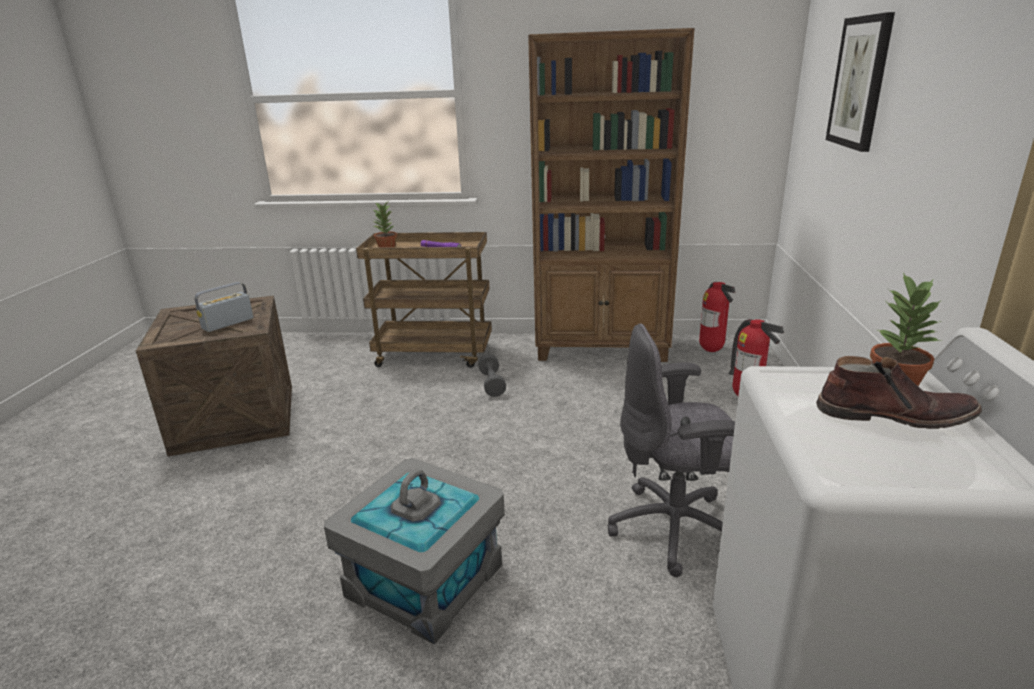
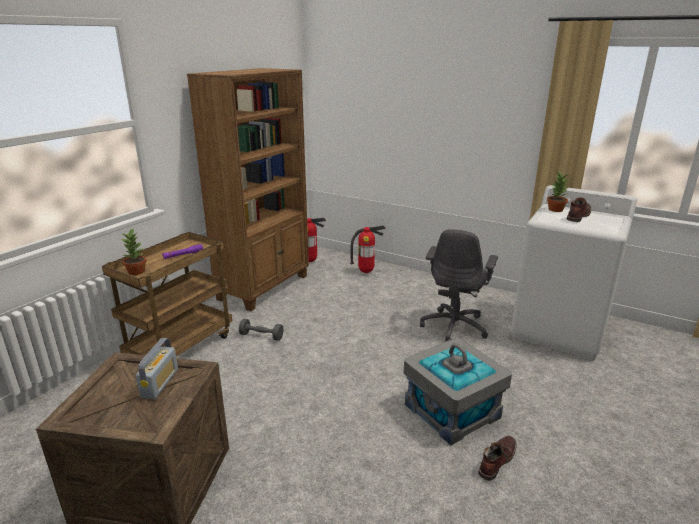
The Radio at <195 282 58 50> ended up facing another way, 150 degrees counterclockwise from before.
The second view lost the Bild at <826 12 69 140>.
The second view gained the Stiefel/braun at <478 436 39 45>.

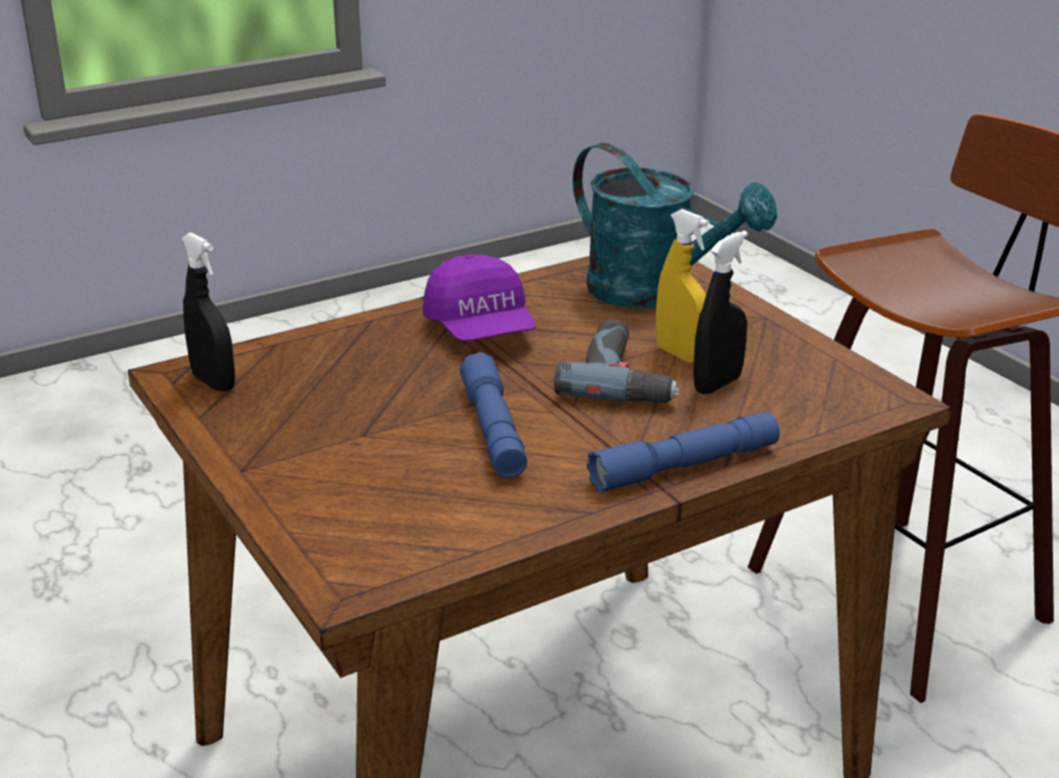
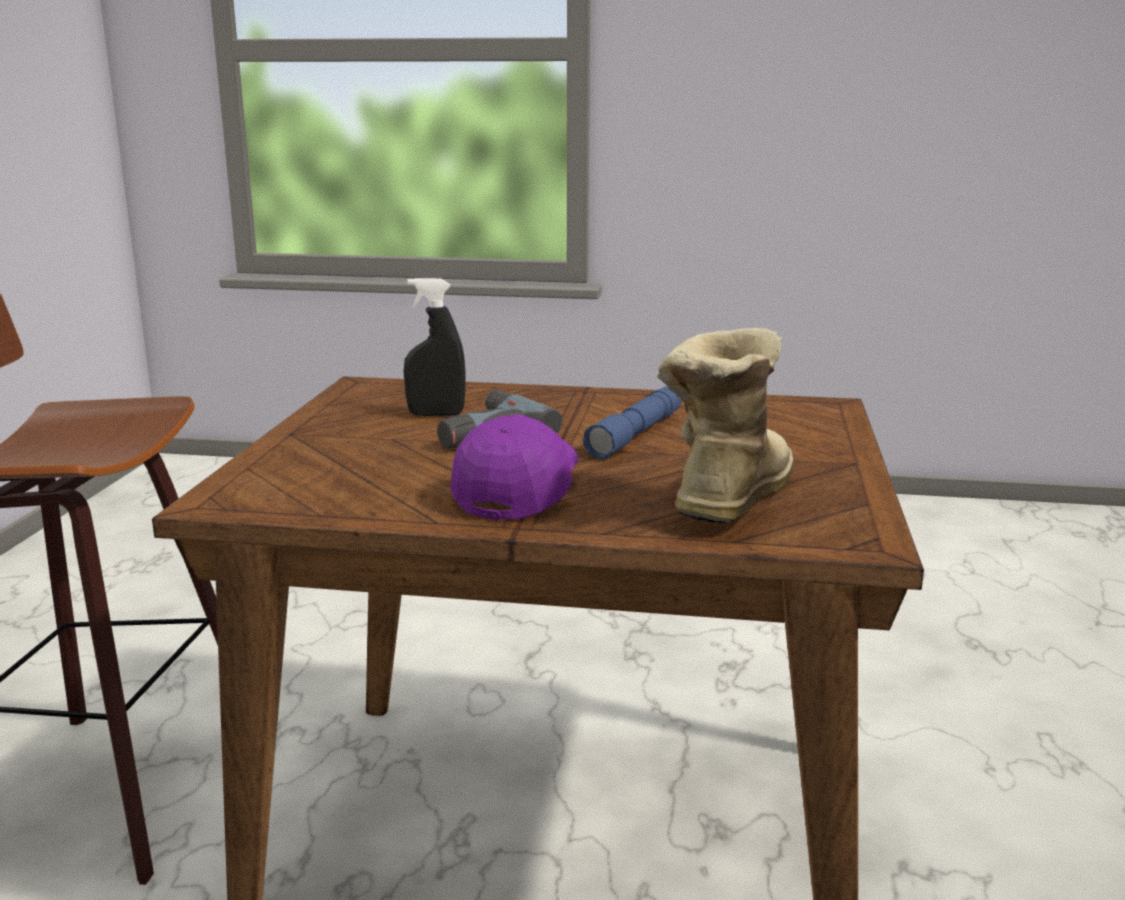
The second view lost the Sprühflasche/schwarz at <181 232 54 160>.
The second view lost the Gießkanne/türkis at <573 143 204 166>.
The second view lost the Taschenlampe/blau at <586 412 194 80>.
The second view lost the Sprühflasche/gelb at <656 209 54 154>.
The second view gained the Stiefel at <657 328 136 195>.

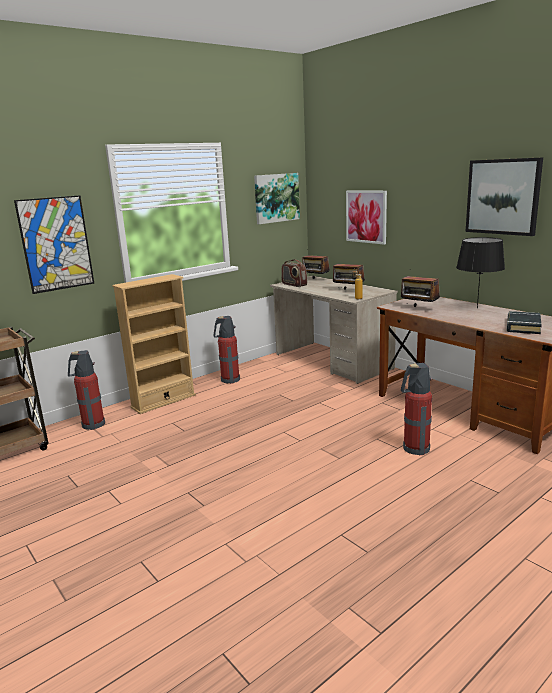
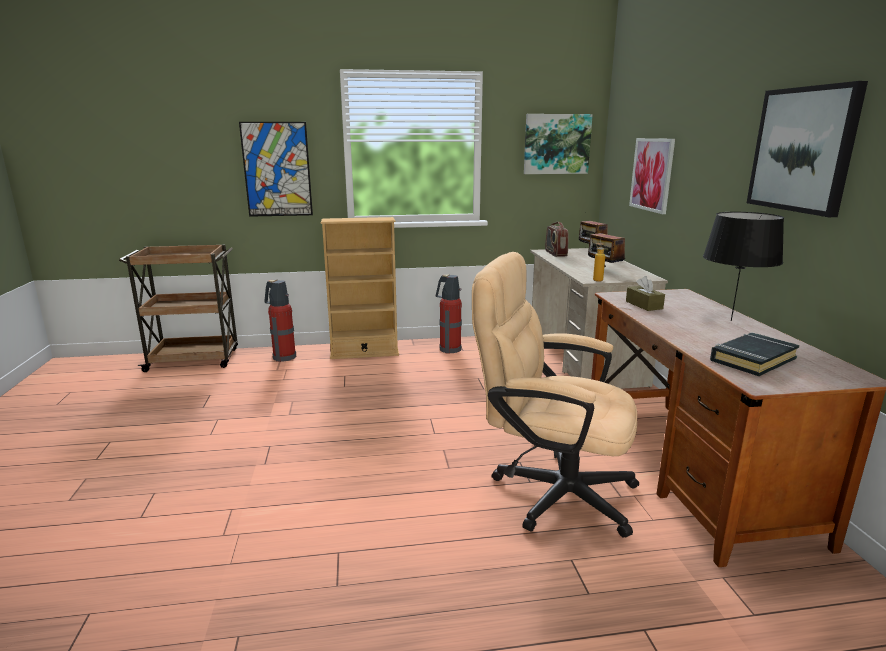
Where the Radio stood at <401 276 39 31>, the Taschentuchbox/braun came to stand at <626 276 39 35>.
Where the Feuerlöscher stood at <401 363 31 93>, the Bürostuhl/beige came to stand at <472 252 167 286>.

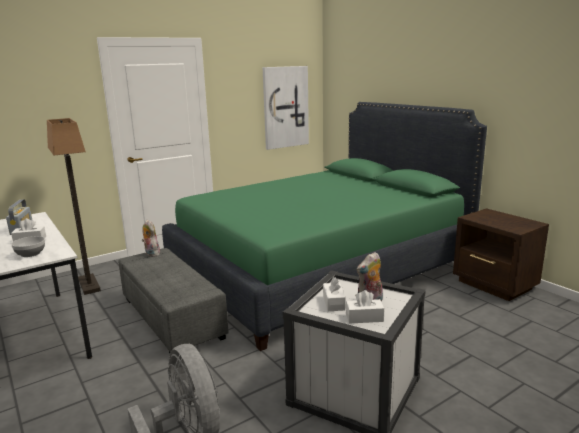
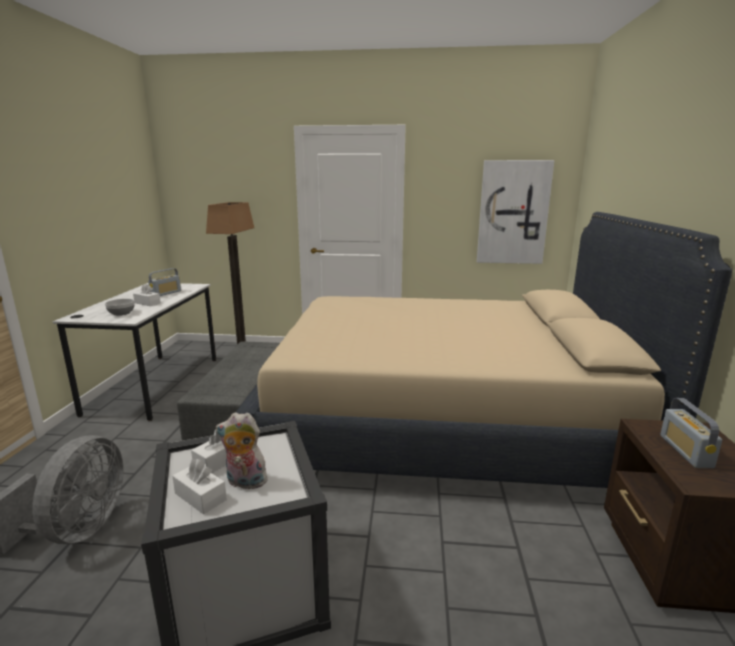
The second view lost the Plüschtier at <142 220 18 37>.
What was the Bett/grün at <162 102 325 249> turned into the Bett/beige at <236 212 496 276>.
The second view gained the Radio at <660 398 62 70>.

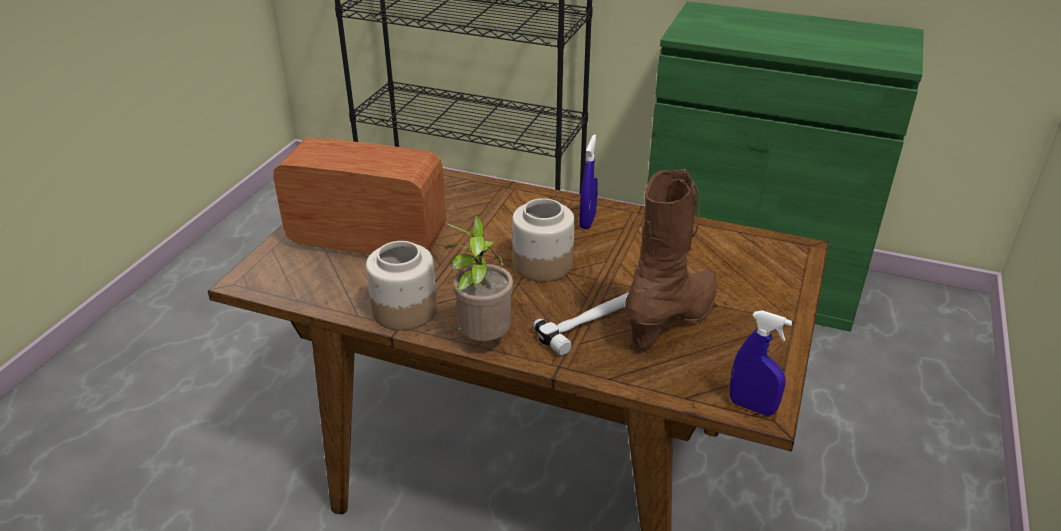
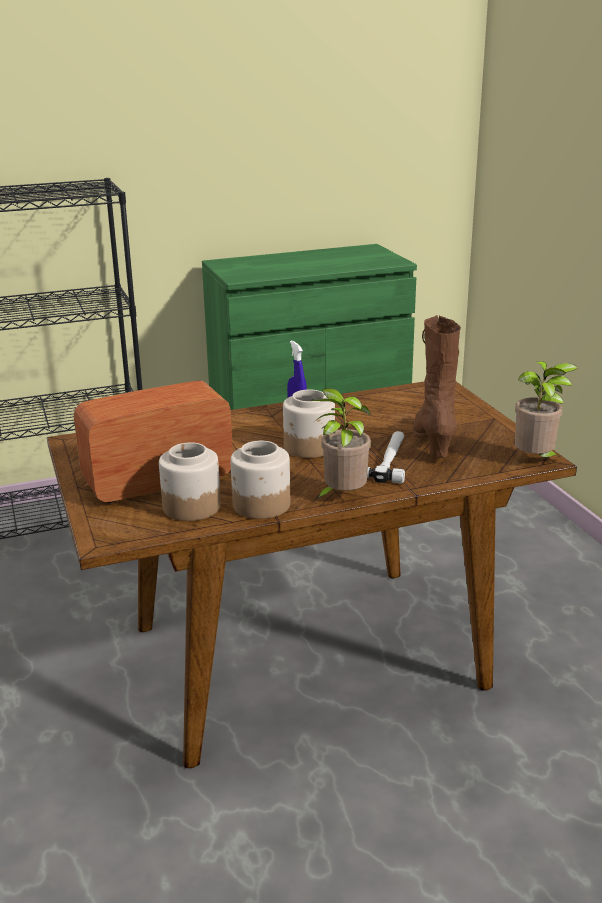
Where the Sprühflasche/blau stood at <730 310 62 106>, the Topfpflanze came to stand at <515 361 64 99>.
The second view gained the Vorratsglas at <159 442 62 79>.

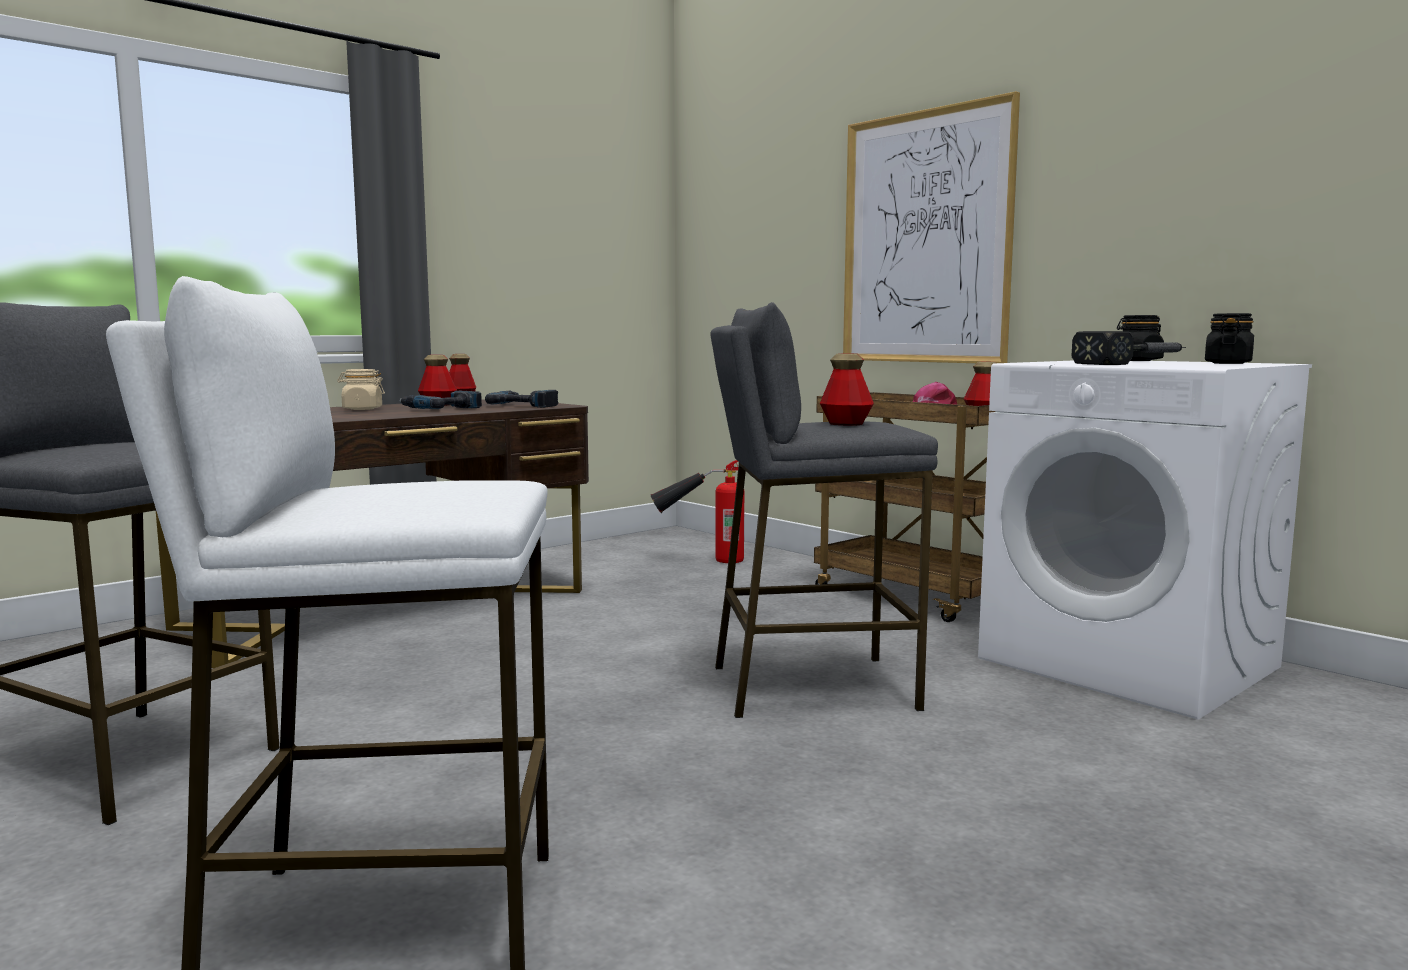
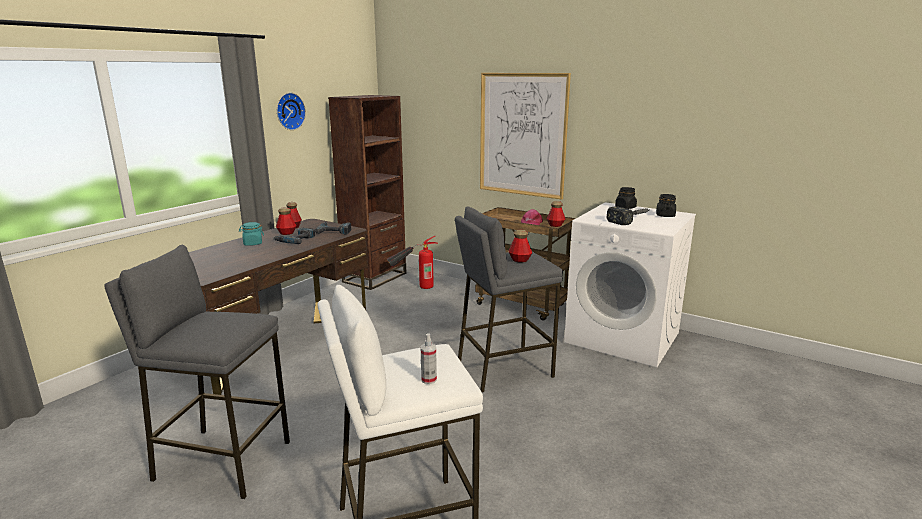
What was the Vorratsglas/beige at <337 369 48 41> turned into the Vorratsglas/türkis at <239 222 25 24>.
The second view gained the Wanduhr at <277 93 29 37>.
The second view gained the Bücherregal/braun at <328 95 78 195>.
The second view gained the Sprühflasche at <421 333 16 51>.

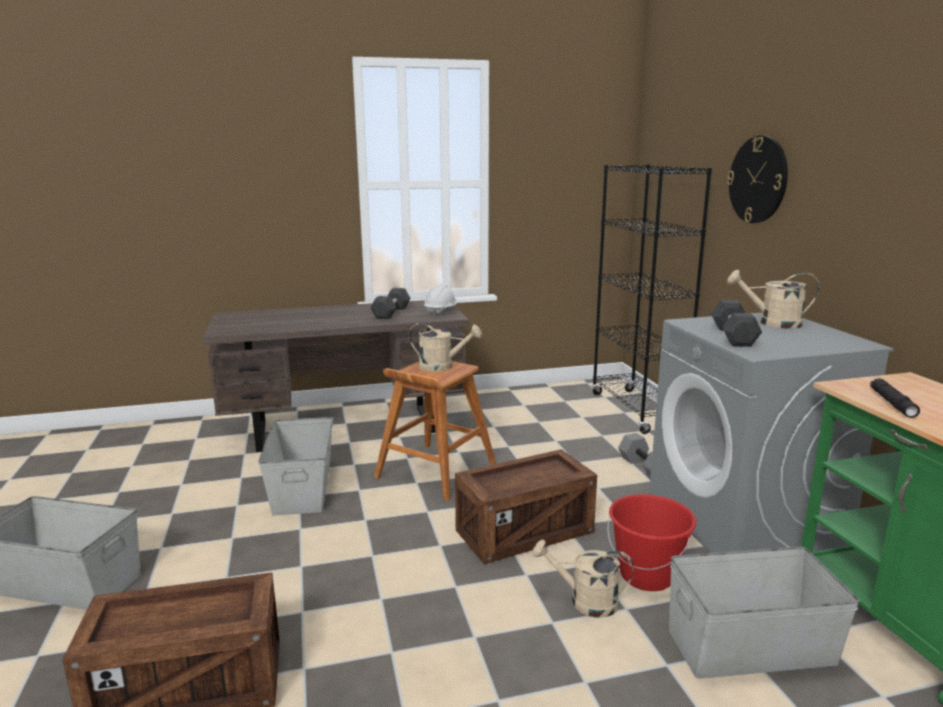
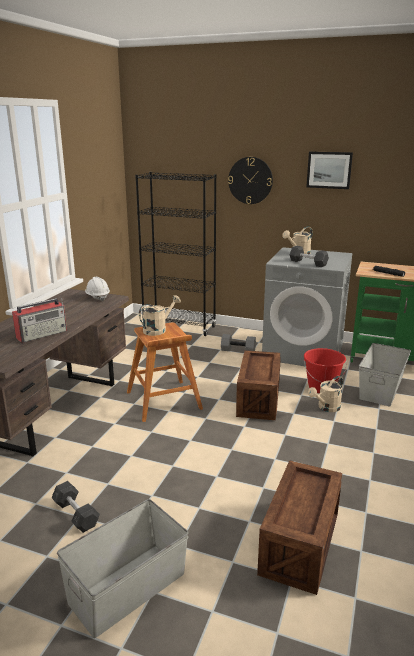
The second view lost the Aufbewahrungsbox/grau at <258 417 75 99>.
The Hantel/grau ended up elsewhere, having gone from <371 288 40 31> to <51 481 49 52>.
The second view gained the Radio at <12 298 55 45>.
The second view gained the Bild at <306 152 47 37>.

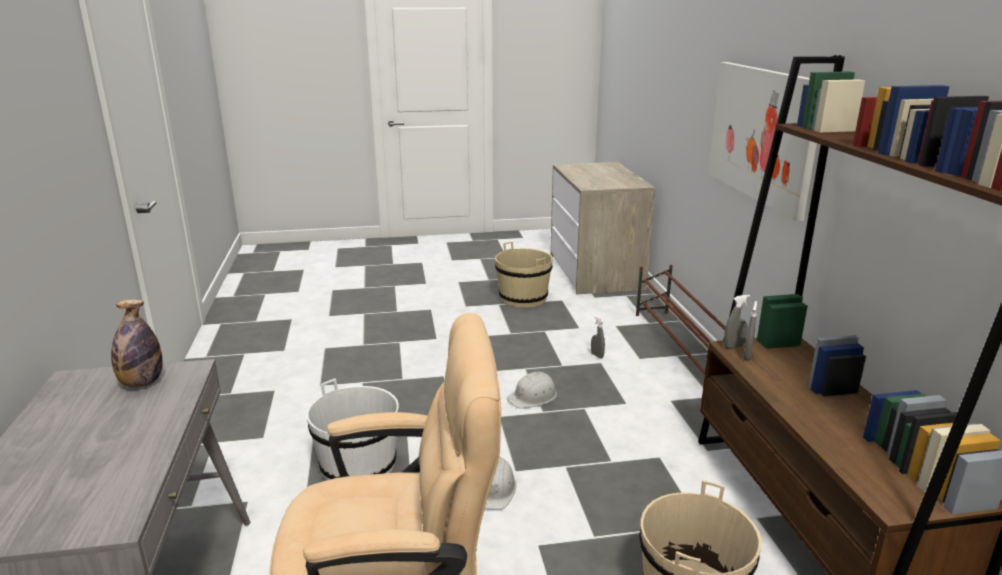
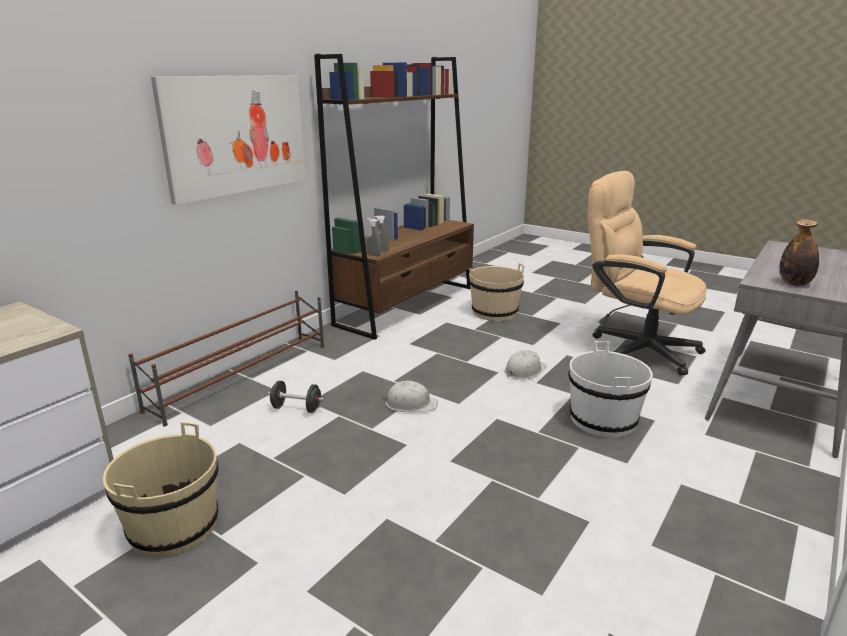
Where the Sprühflasche/grau stood at <591 316 14 43>, the Hantel/schwarz came to stand at <268 381 56 32>.

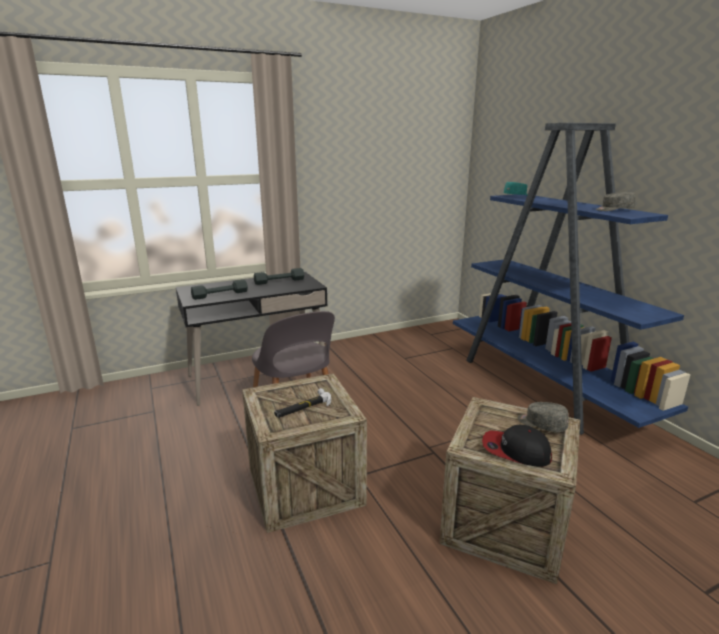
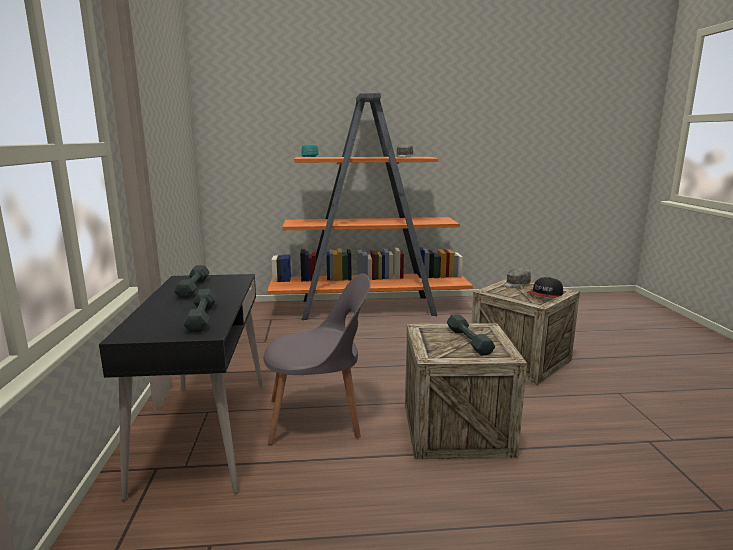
Where the Hammer stood at <274 388 57 30>, the Hantel/grau came to stand at <447 314 48 42>.
What was the Bücherregal/blau at <453 123 237 312> turned into the Bücherregal/orange at <267 93 206 227>.

